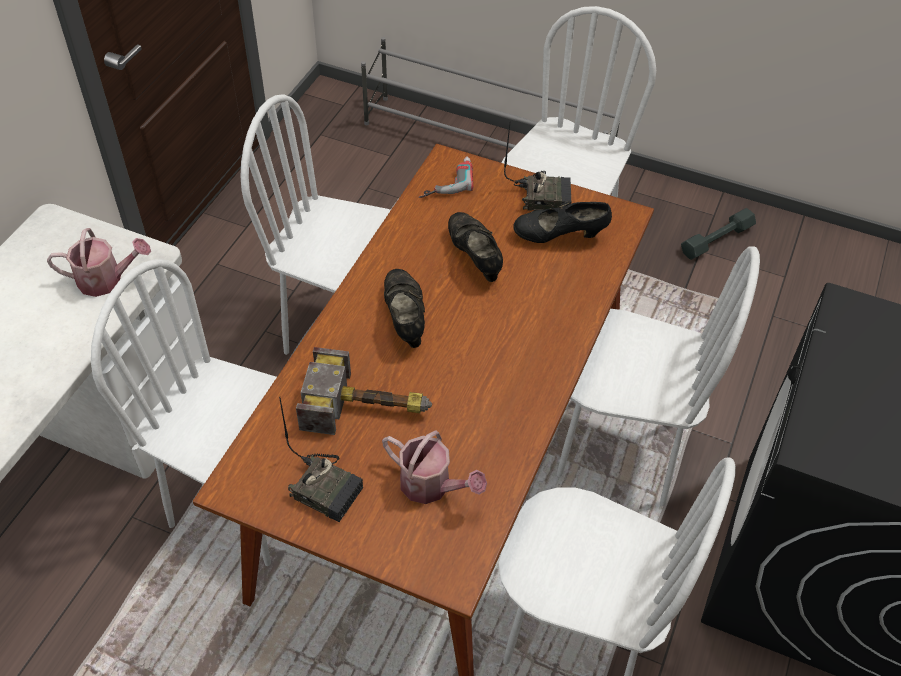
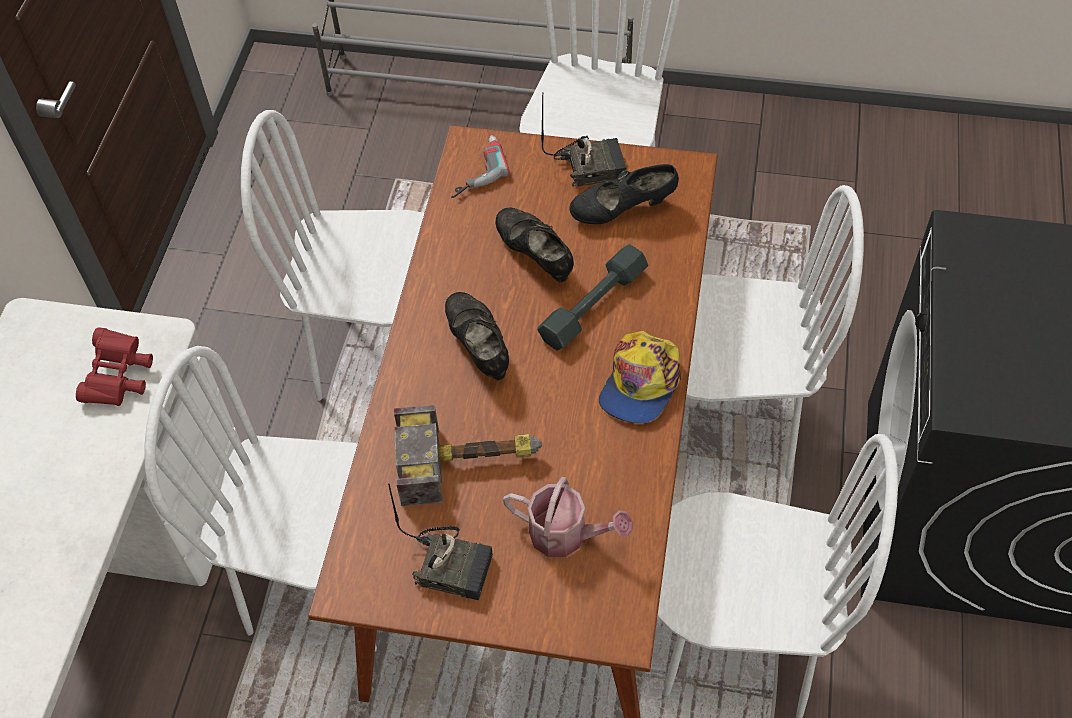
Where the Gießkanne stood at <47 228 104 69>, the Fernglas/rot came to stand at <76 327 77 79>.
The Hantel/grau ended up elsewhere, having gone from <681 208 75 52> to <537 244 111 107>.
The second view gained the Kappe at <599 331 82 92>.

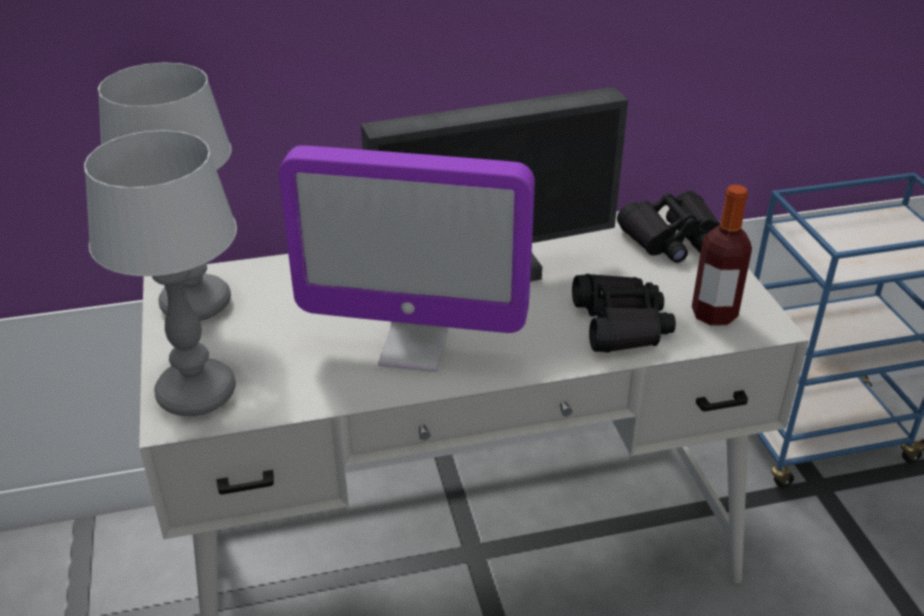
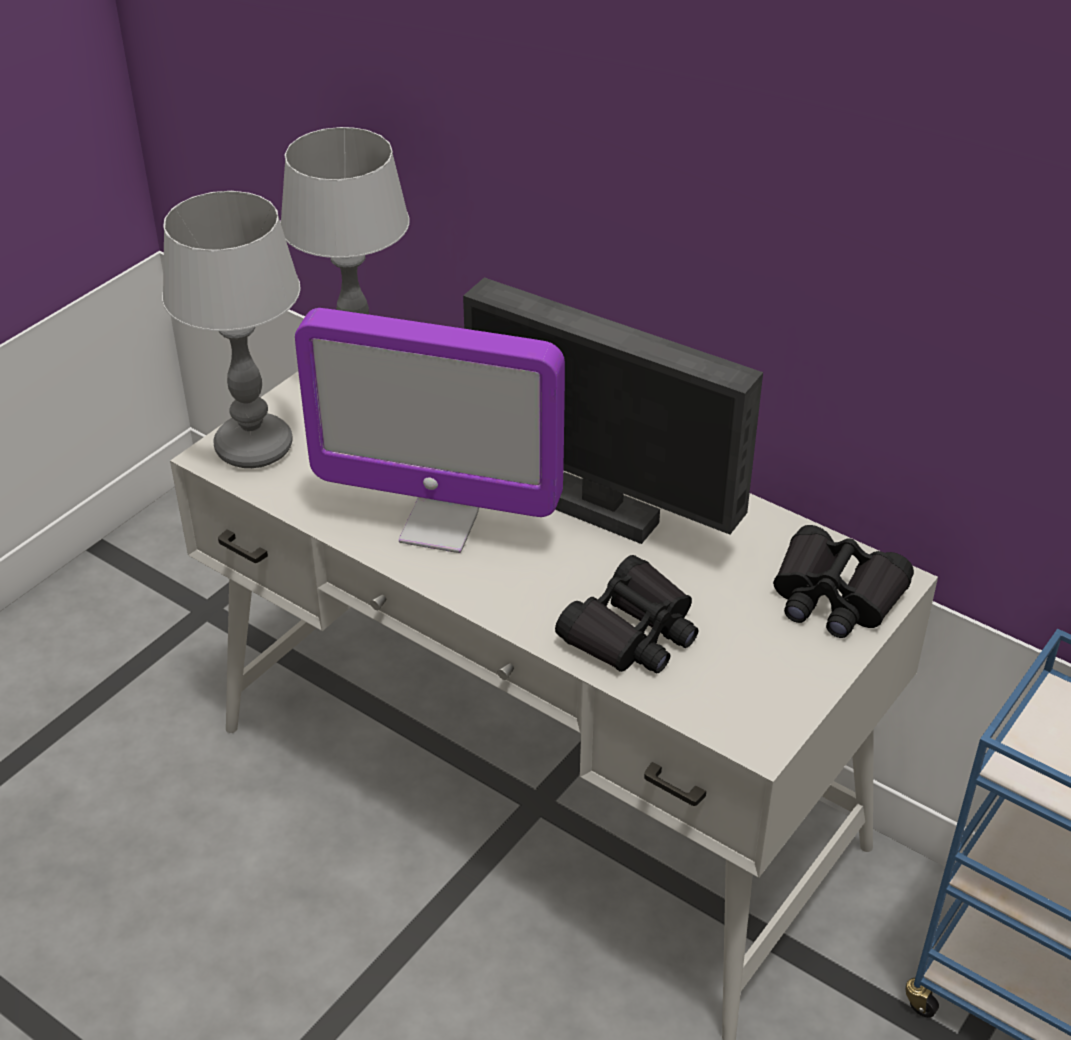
The Monitor at <279 145 256 227> ended up facing another way, 45 degrees counterclockwise from before.
The second view lost the Flasche at <692 185 60 141>.

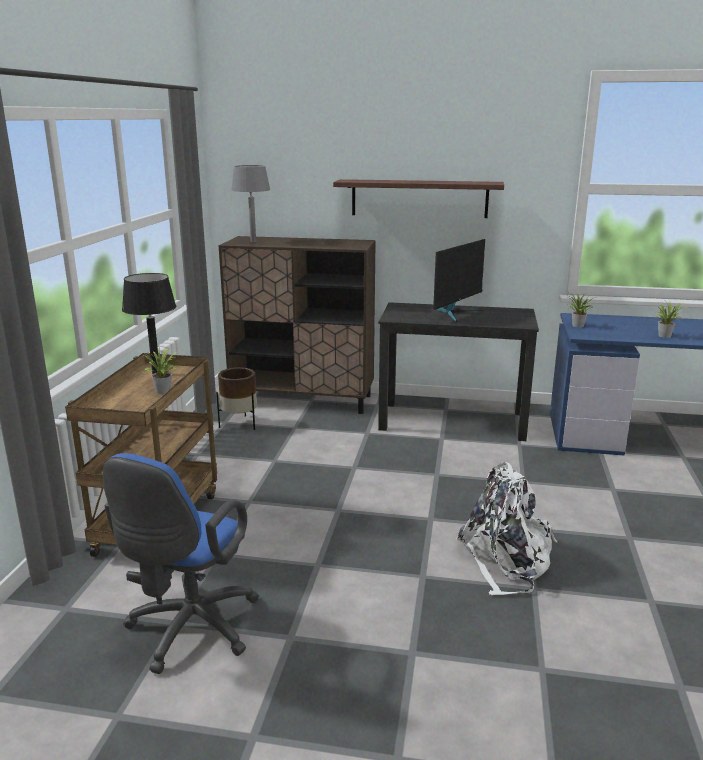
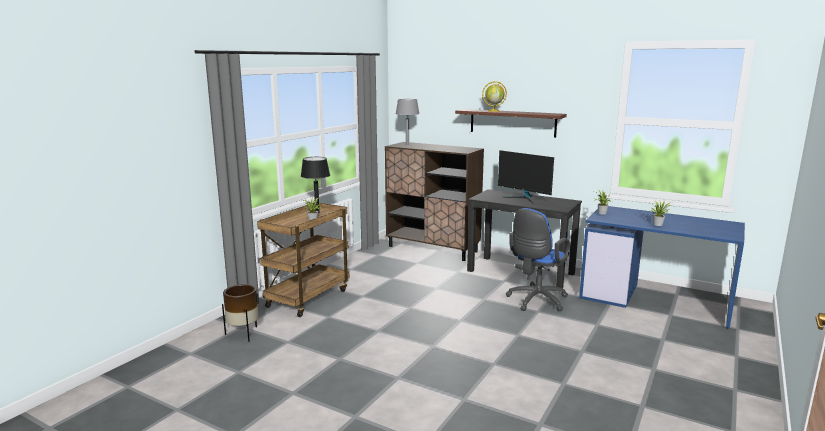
The Bürostuhl/blau ended up elsewhere, having gone from <103 453 156 221> to <506 208 64 103>.
The Pflanzkübel/braun ended up elsewhere, having gone from <216 367 41 63> to <222 284 37 58>.
The Monitor at <433 239 52 83> ended up facing another way, 75 degrees clockwise from before.
The second view lost the Rucksack/weiß at <456 462 101 133>.
The second view gained the Globus at <482 81 25 31>.

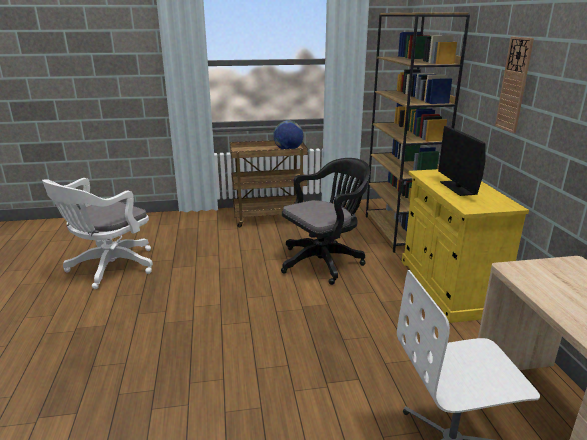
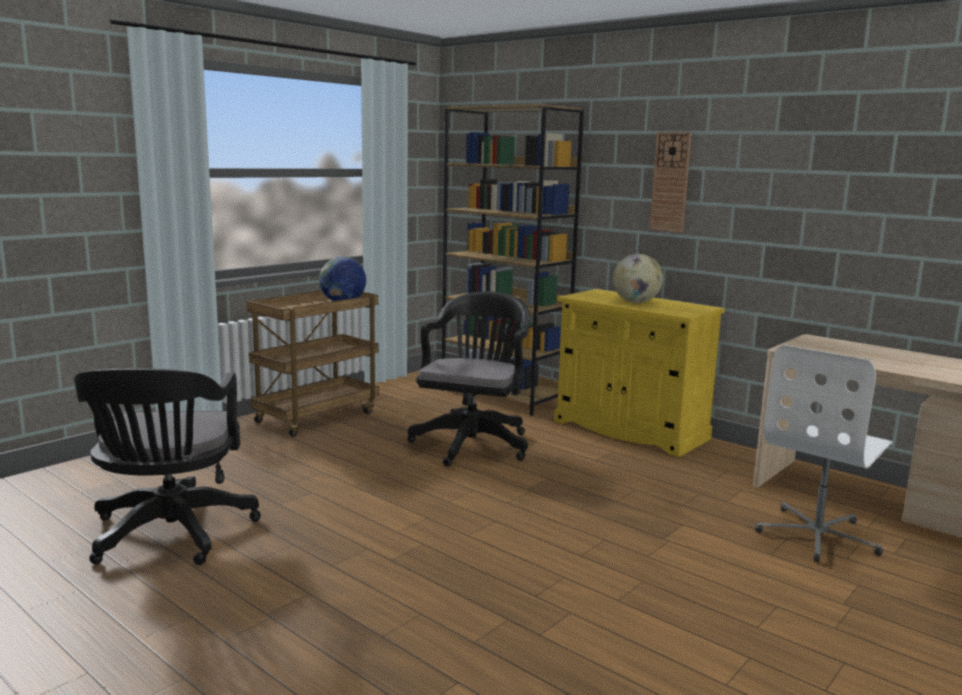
What was the Bürostuhl/weiß at <42 178 111 111> turned into the Bürostuhl/schwarz at <74 368 187 197>.
Where the Monitor stood at <438 126 48 70>, the Globus came to stand at <613 254 50 49>.

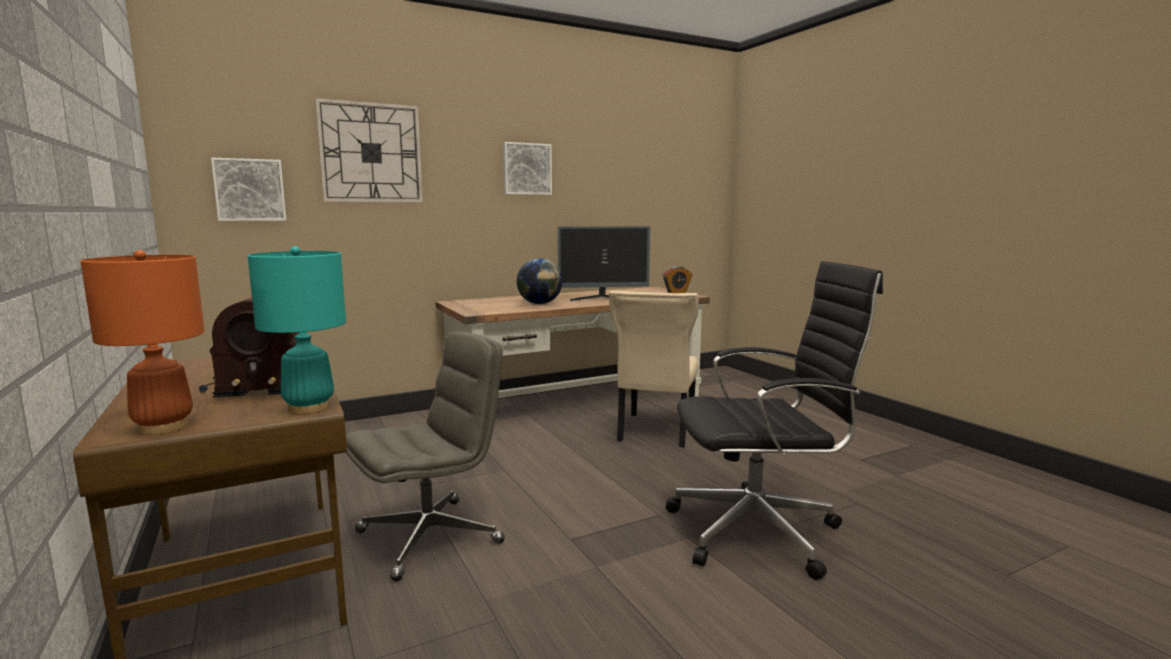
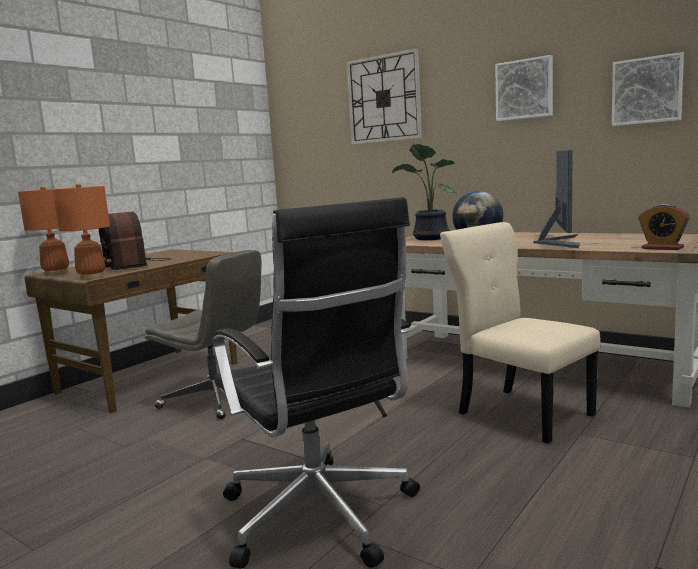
The Bild ended up elsewhere, having gone from <211 157 75 64> to <612 52 72 74>.
What was the Tischlampe/türkis at <248 246 98 168> turned into the Tischlampe/orange at <52 183 58 97>.
The Monitor at <558 226 92 75> ended up facing another way, 135 degrees counterclockwise from before.
The Stuhl/beige at <609 291 90 157> ended up facing another way, 60 degrees clockwise from before.
The second view gained the Topfpflanze at <392 144 67 96>.

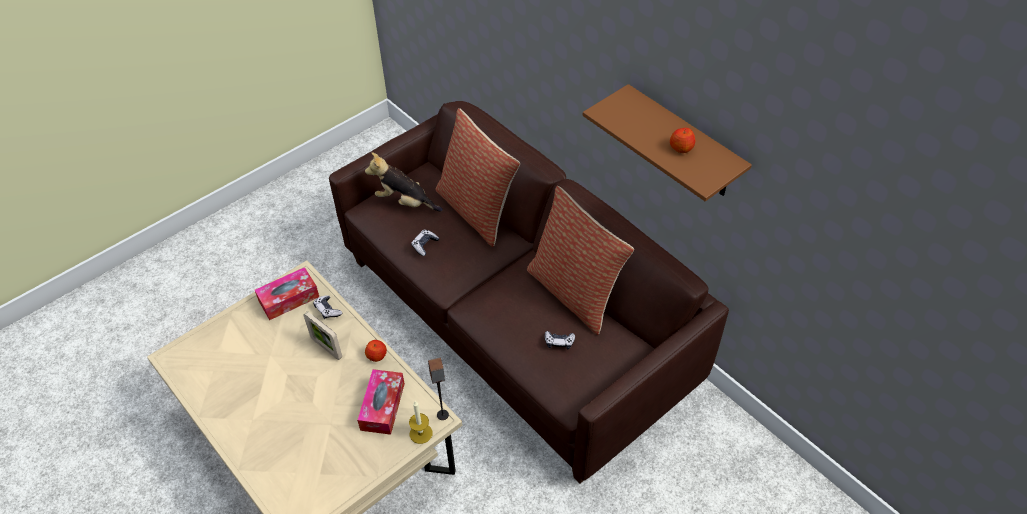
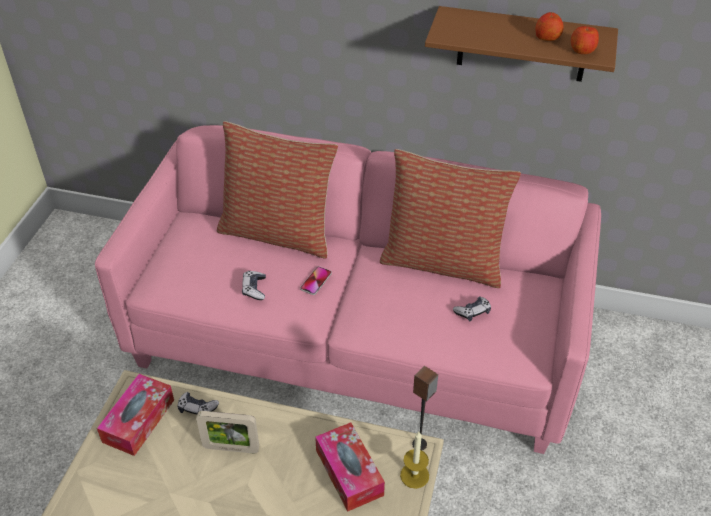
What was the Sofa/braun at <329 101 400 382> turned into the Sofa/rosa at <95 125 506 329>.
The second view lost the Plüschtier at <365 152 78 59>.
The Apfel ended up elsewhere, having gone from <365 340 22 22> to <571 25 28 29>.
The second view gained the Handy at <300 266 32 29>.

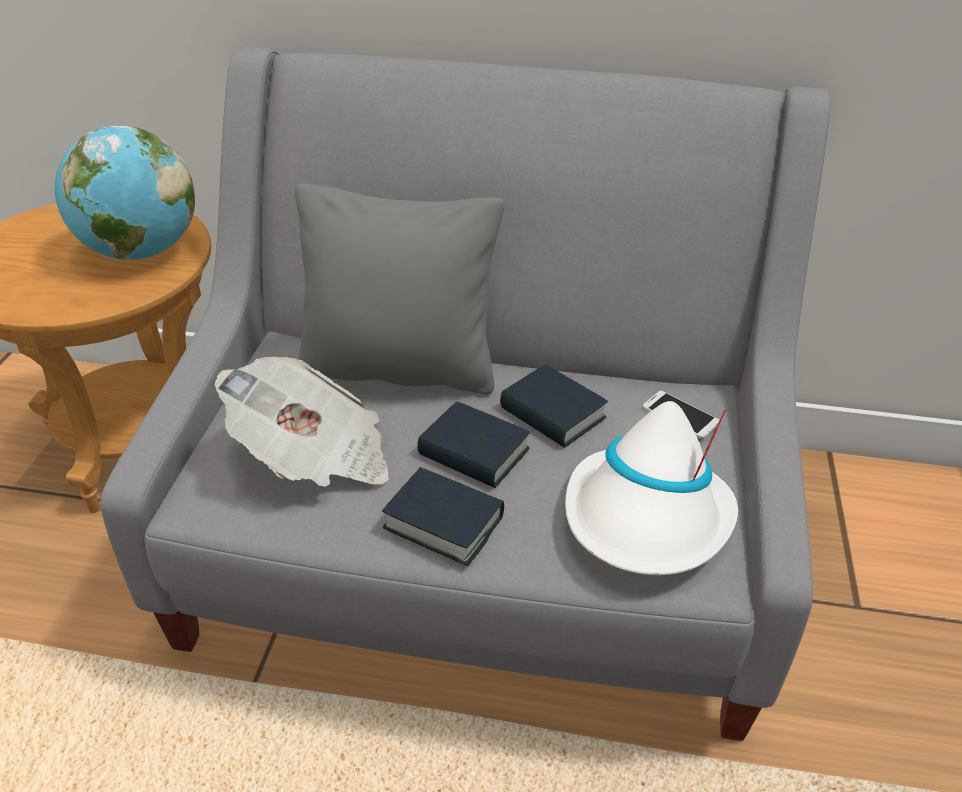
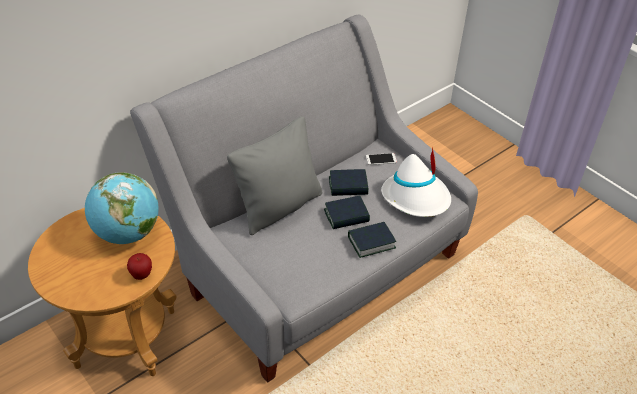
The second view lost the Zeitung at <215 357 174 130>.
The second view gained the Apfel at <127 253 25 27>.

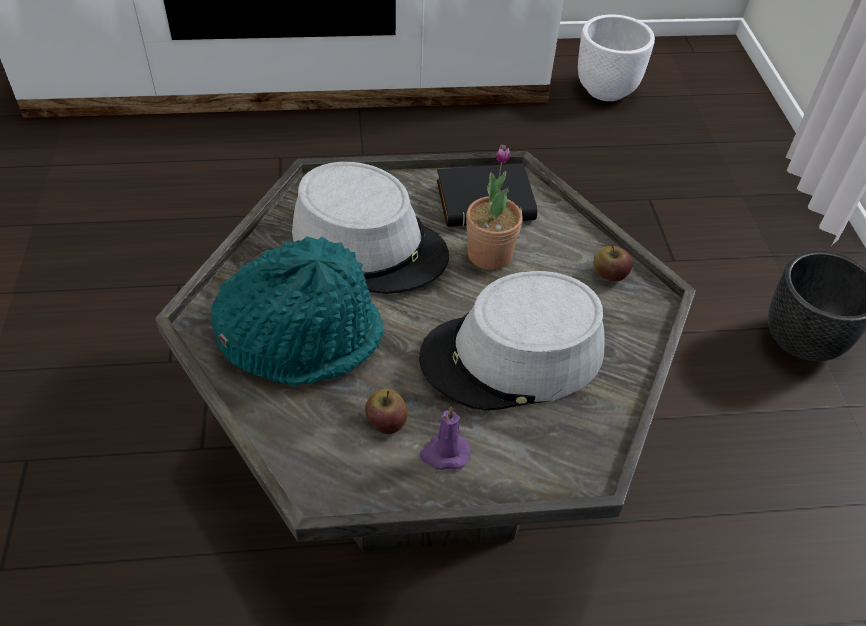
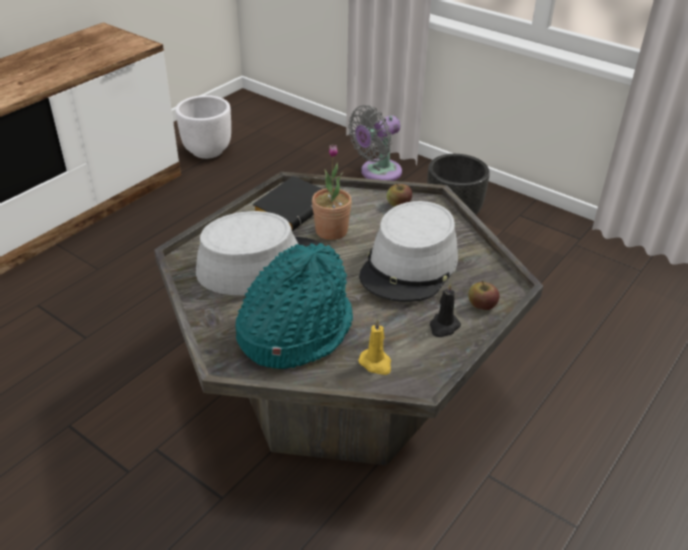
The Apfel ended up elsewhere, having gone from <365 389 42 45> to <468 281 31 29>.
What was the Kerze/lila at <420 407 51 63> turned into the Kerze/schwarz at <429 283 32 54>.
The second view gained the Ventilator/grau at <348 105 54 76>.
The second view gained the Kerze/gelb at <358 319 33 56>.

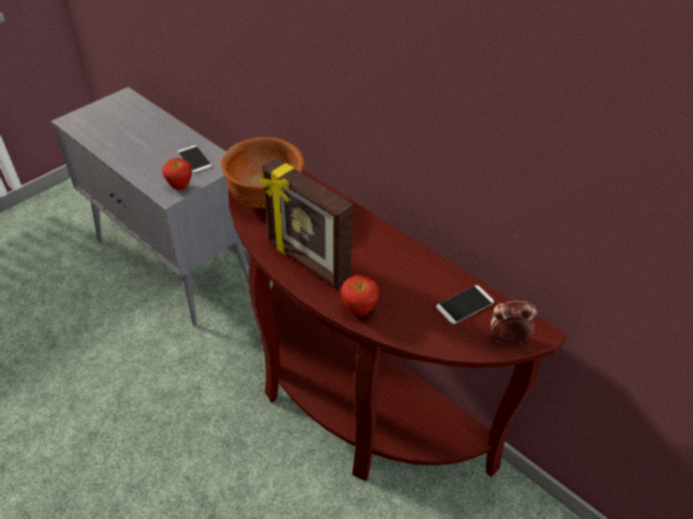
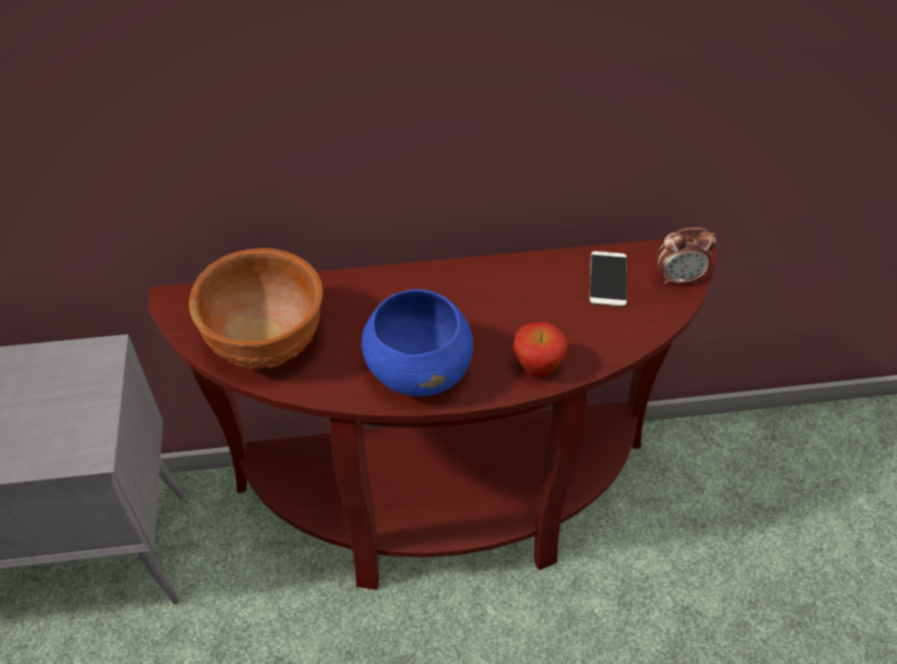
The second view lost the Apfel at <162 158 30 32>.
The second view lost the Handy at <178 145 34 28>.
Where the Bilderrahmen stood at <260 157 93 133>, the Schüssel/blau came to stand at <361 289 112 107>.
The Wecker at <491 301 46 43> ended up facing another way, 135 degrees counterclockwise from before.

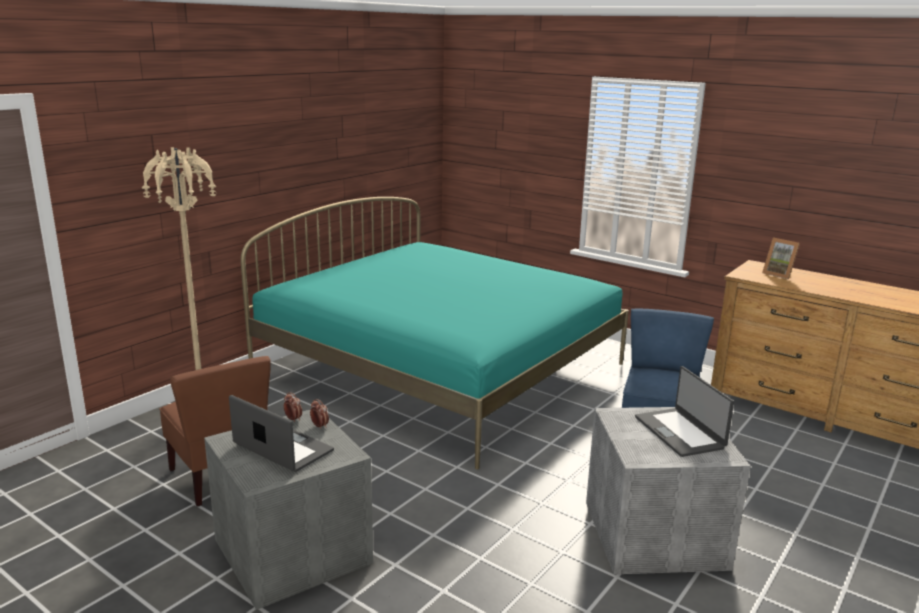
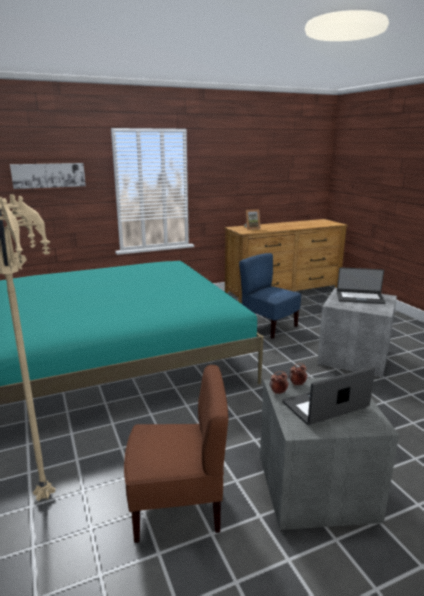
The second view gained the Bild at <10 163 76 26>.

